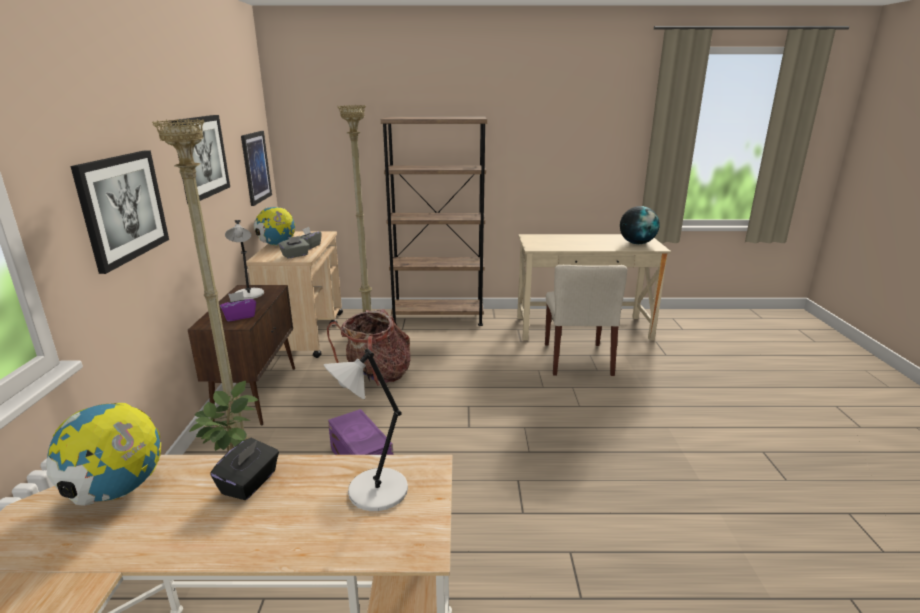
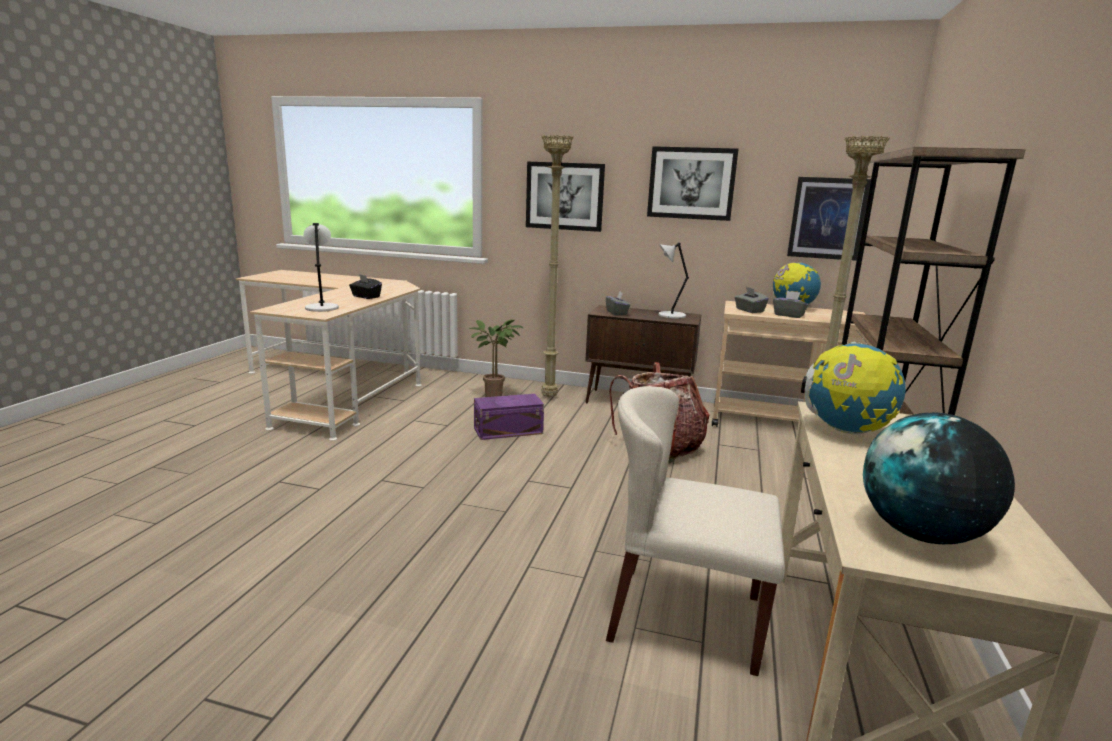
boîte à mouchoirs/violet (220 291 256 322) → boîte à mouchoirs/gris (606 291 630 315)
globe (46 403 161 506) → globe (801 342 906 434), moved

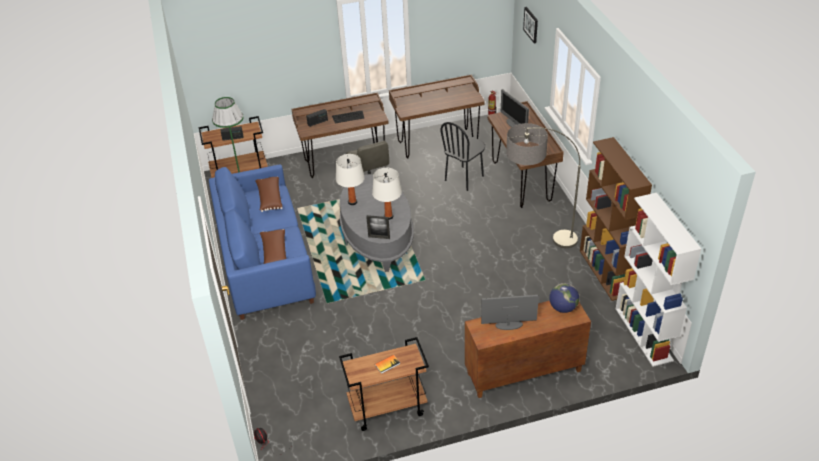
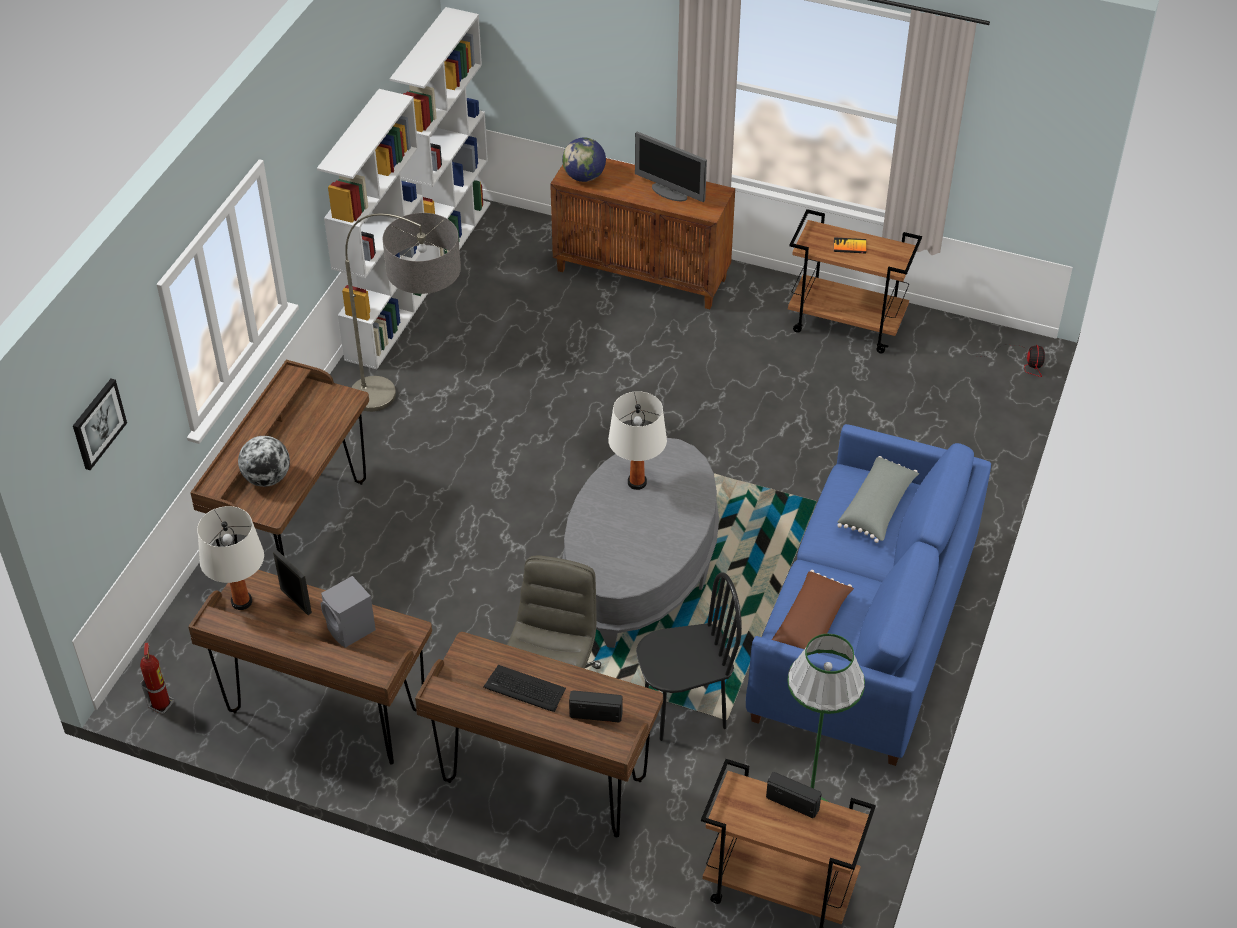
écran d'ordinateur (500 89 529 127) → globe (238 436 290 487)
chaise/noir (440 122 485 191) → chaise/noir (636 572 742 741), moved
bibliothèque/marron (580 137 652 301) → bibliothèque/blanc (317 89 428 369)
lampe de table/blanc (336 154 365 205) → lampe de table/blanc (197 506 264 610), moved
cadre photo (366 215 390 239) → cadre photo (273 550 312 615), moved
coussin/marron (260 229 286 264) → coussin/gris (837 456 919 543)
- → enceinte/gris (321 576 376 648)

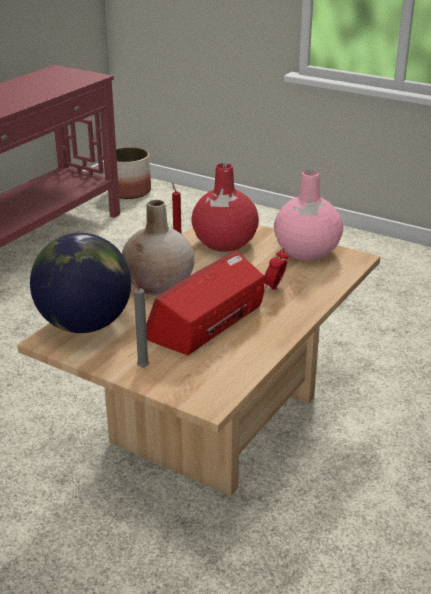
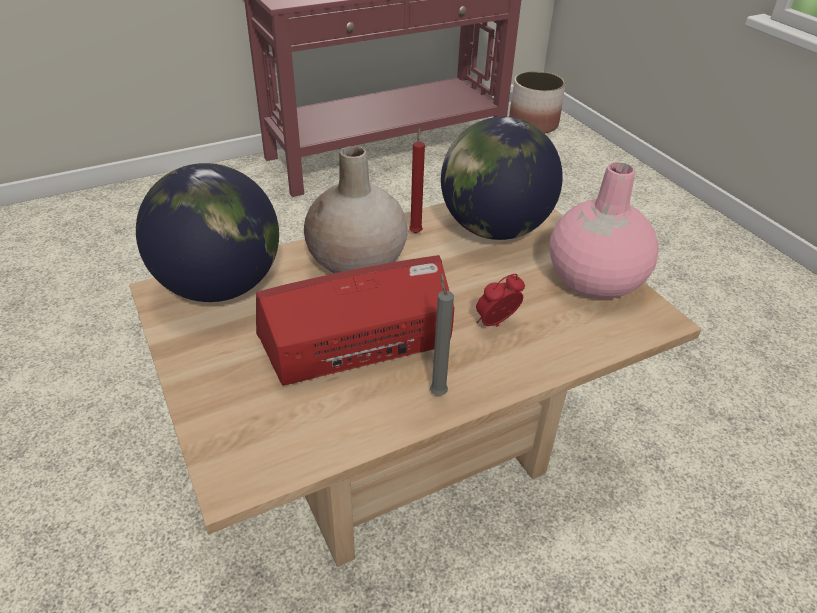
vase/rouge (192 163 259 252) → globe (441 117 563 240)
bougie/gris (131 278 149 368) → bougie/gris (430 272 454 395), moved

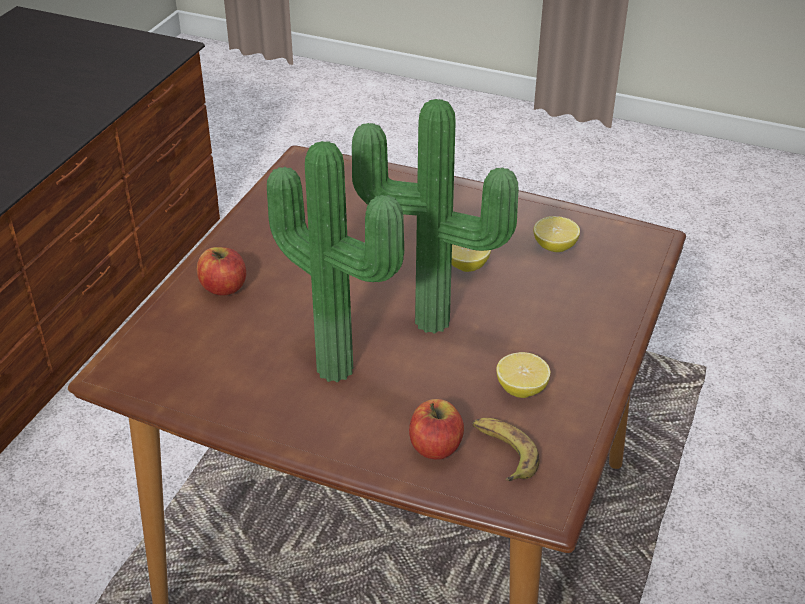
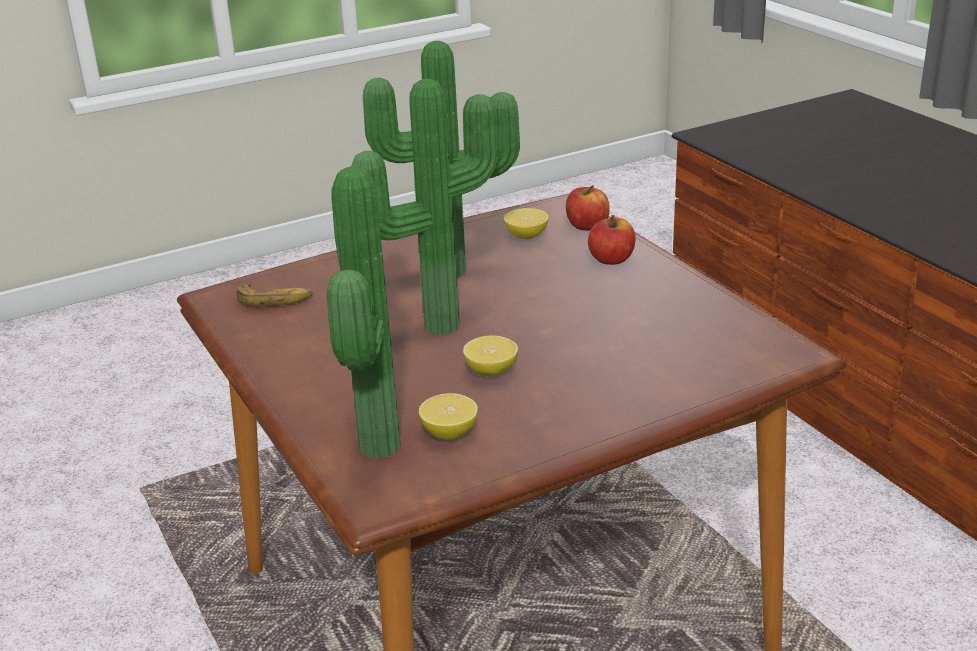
citron (496 352 550 398) → citron (504 208 549 240), moved
pomme (409 399 464 459) → pomme (566 185 610 231), moved
- → plante en pot (327 166 401 459)

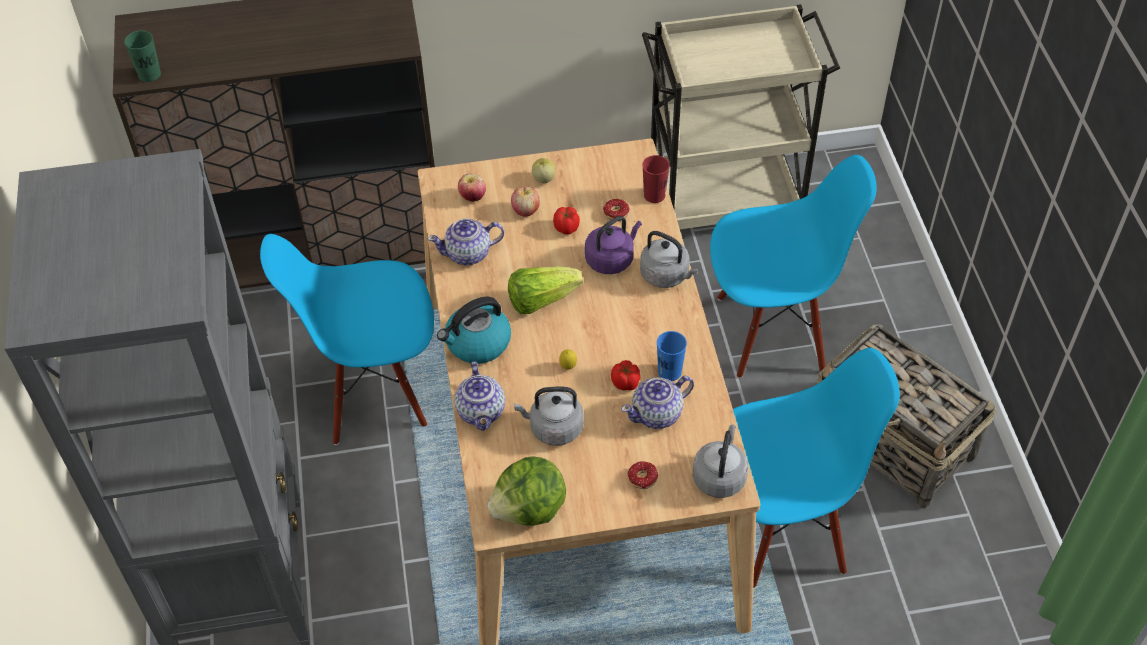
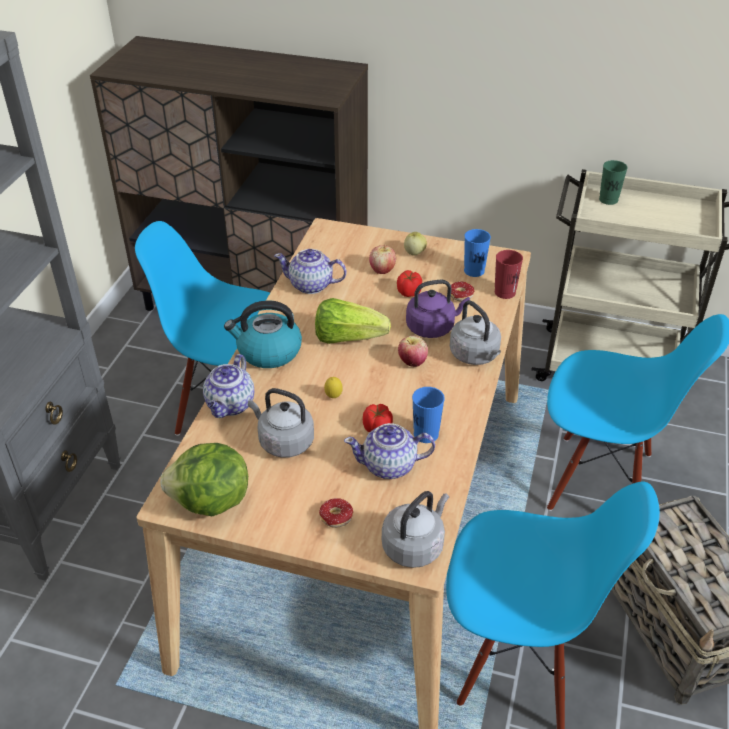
tasse/vert (124 30 161 82) → tasse/vert (599 160 628 205), moved
pomme (458 173 486 202) → pomme (398 335 428 367), moved
- → tasse/bleu (464 229 491 277)

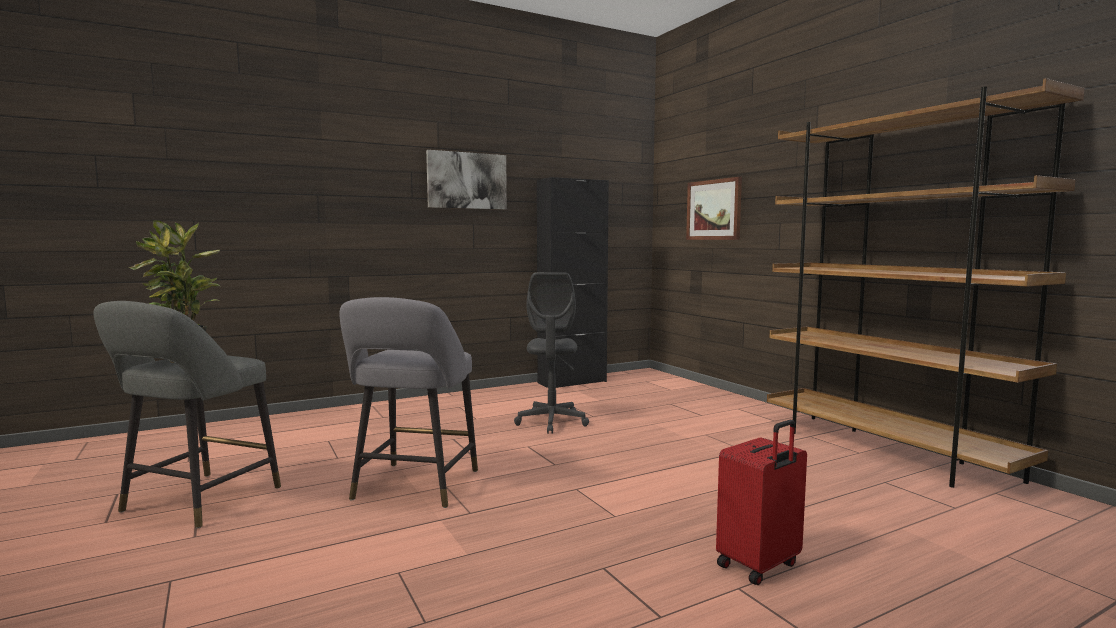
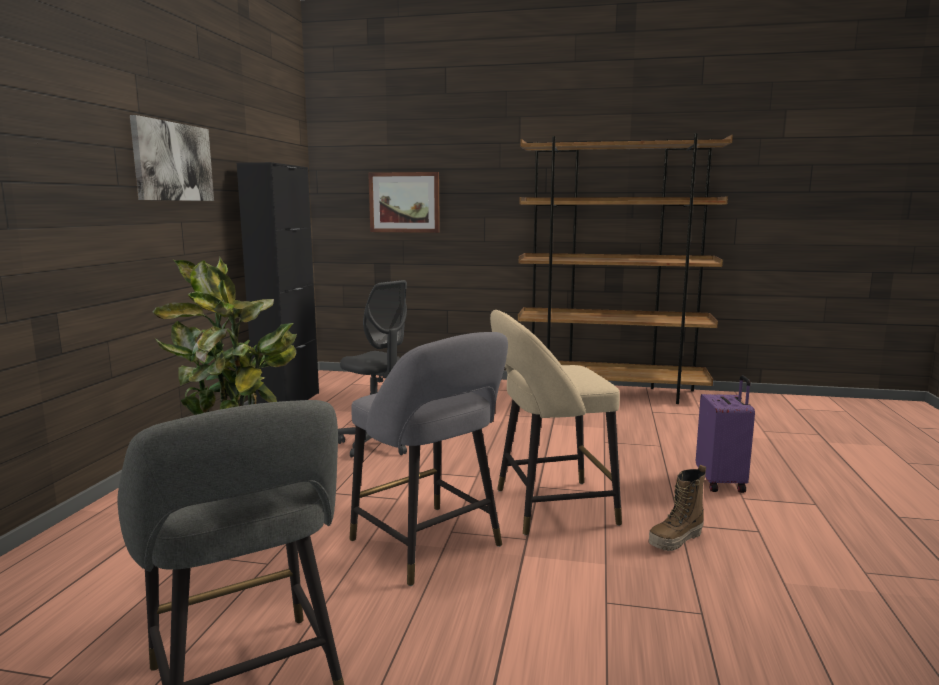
valise/rouge (716 420 807 585) → valise/violet (696 375 755 493)
- → tabouret/beige (490 310 622 535)
- → botte (649 465 706 551)

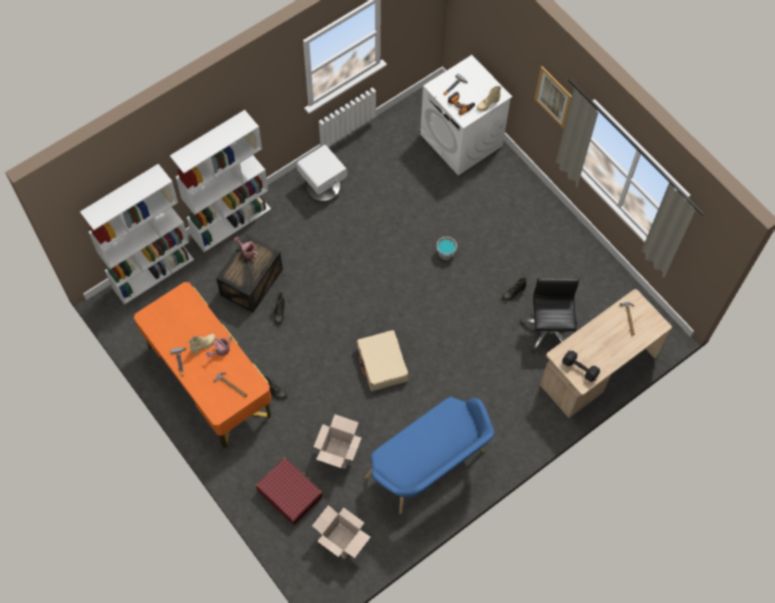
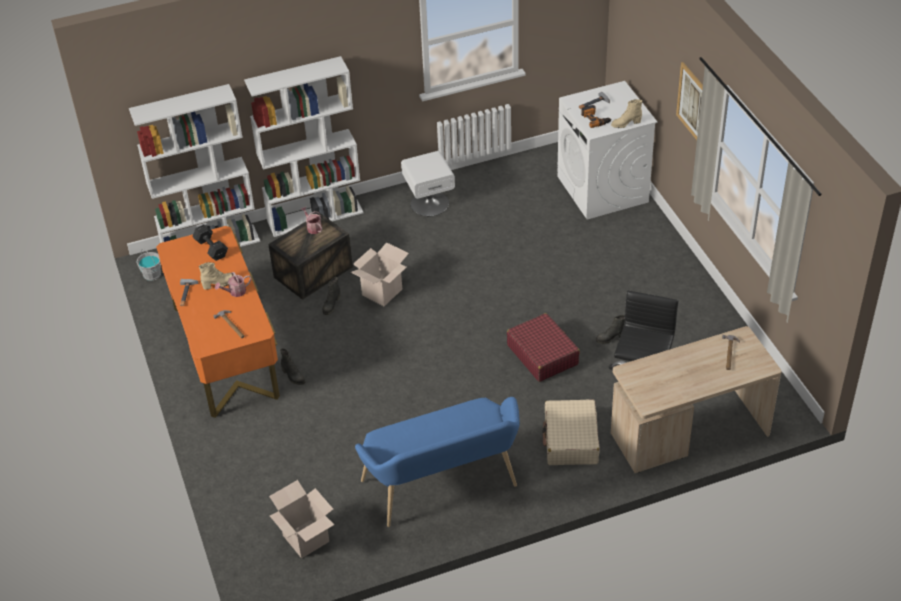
seau/gris (437 237 457 260) → seau/gris (137 249 161 281), moved
valise/beige (357 330 409 391) → valise/beige (542 399 600 465), moved
haltère/noir (562 350 600 382) → haltère/noir (192 224 228 261), moved
carton (314 414 361 469) → carton (350 242 409 306), moved
valise/rouge (256 457 322 525) → valise/rouge (507 313 580 382), moved

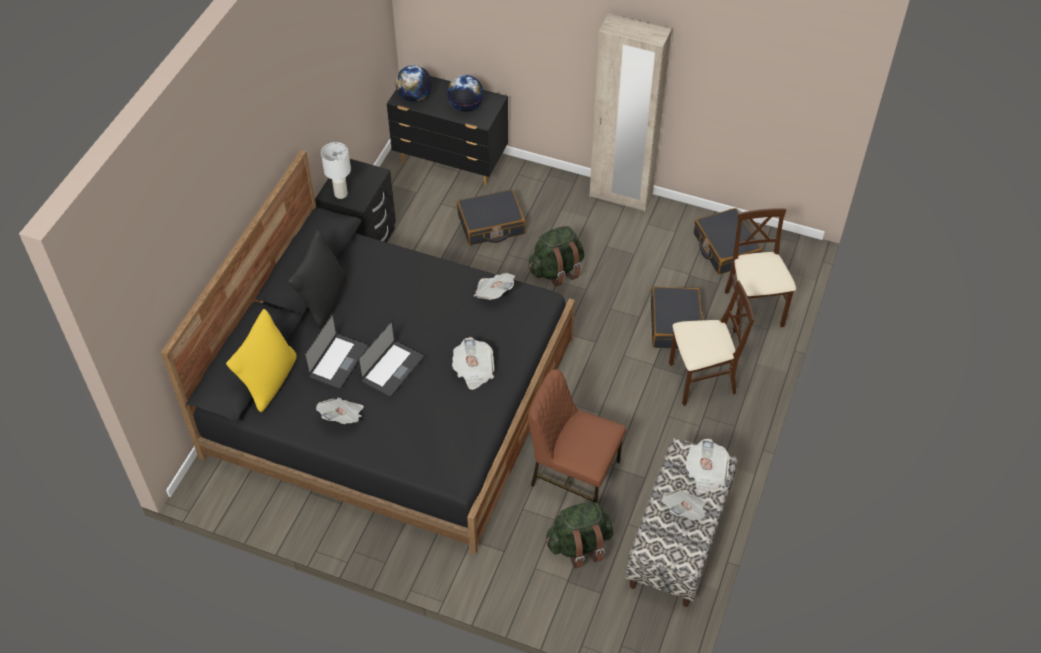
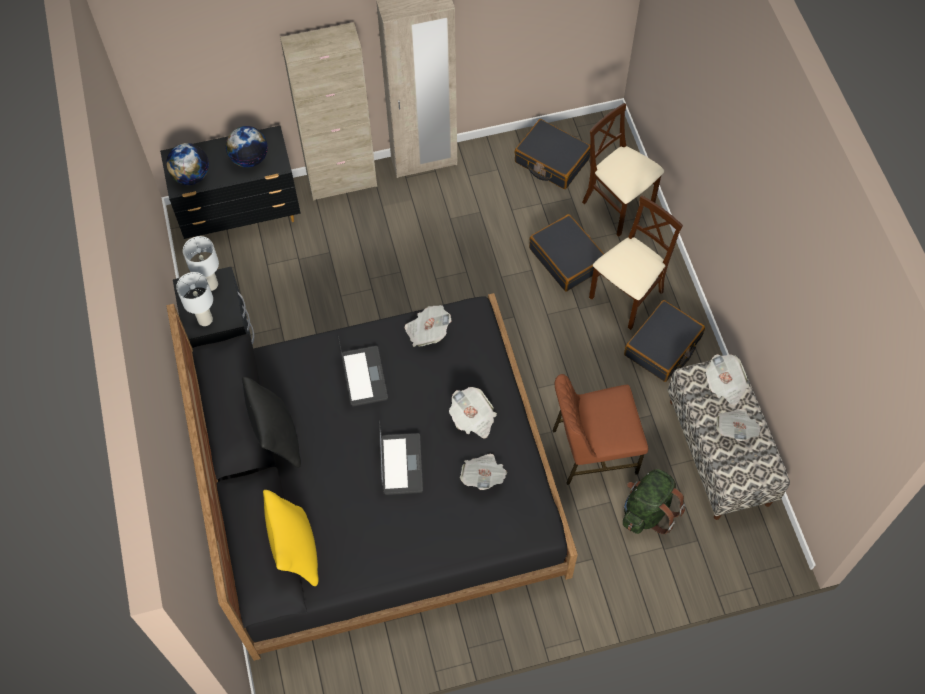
valise/noir (457 189 525 245) → valise/noir (624 300 705 382), moved
sac à dos/vert (529 226 584 287) → -
ordinateur portable (304 313 368 389) → ordinateur portable (338 336 388 407), moved
journal (316 398 364 424) → journal (460 454 507 490), moved
- → meuble de rangement/beige (280 22 377 201)
- → lampe de table/blanc (183 236 219 291)

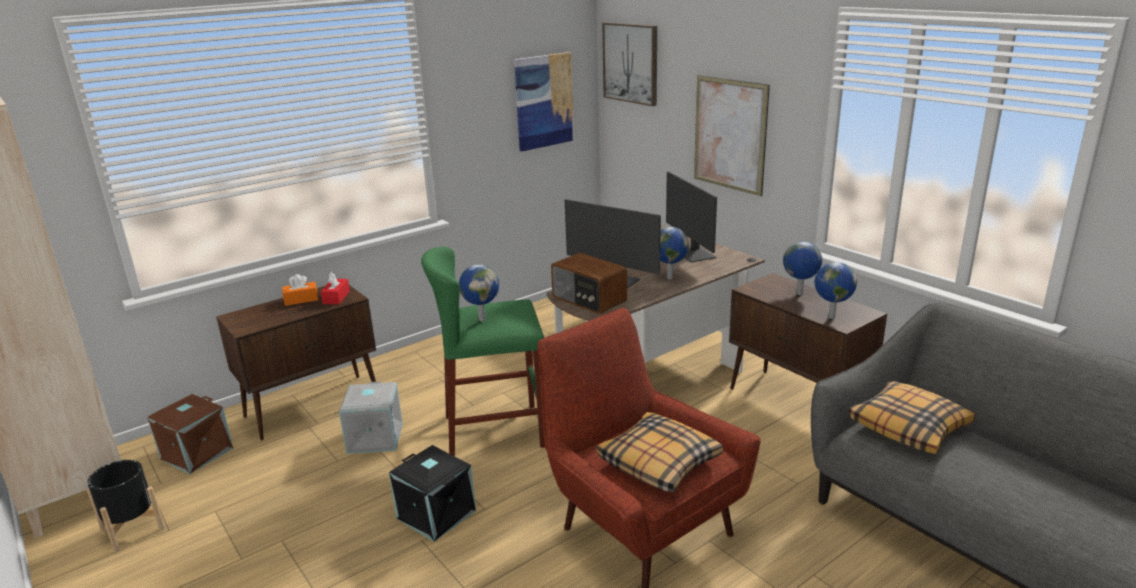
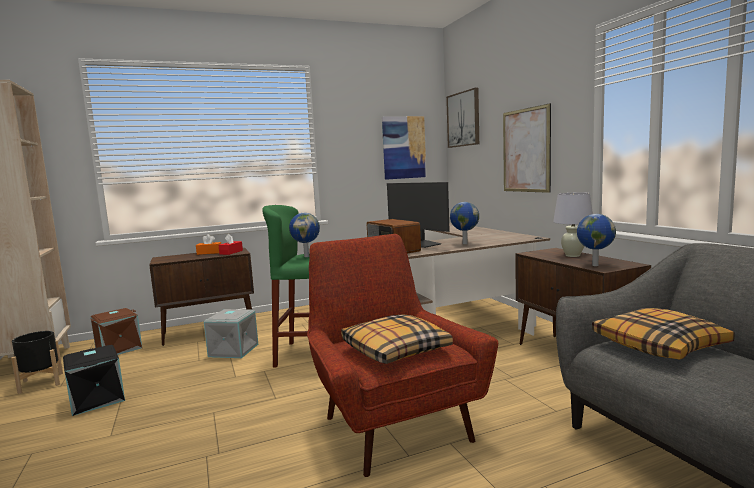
écran d'ordinateur (666 171 717 262) → -
globe (783 242 822 295) → lampe de table/blanc (553 192 593 257)
boîte de rangement/noir (389 445 476 542) → boîte de rangement/noir (63 345 125 416), moved

